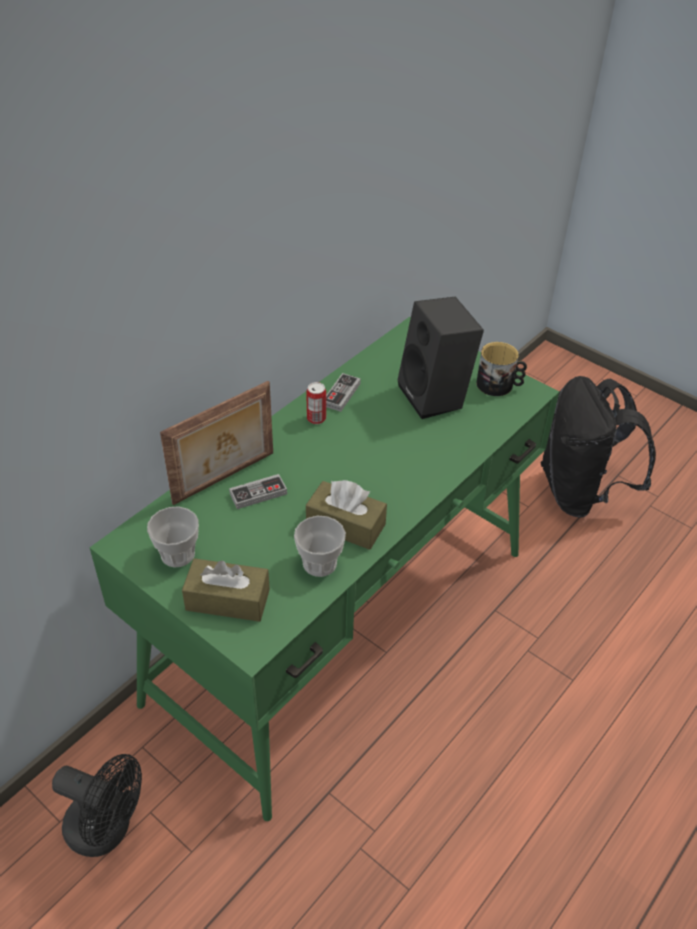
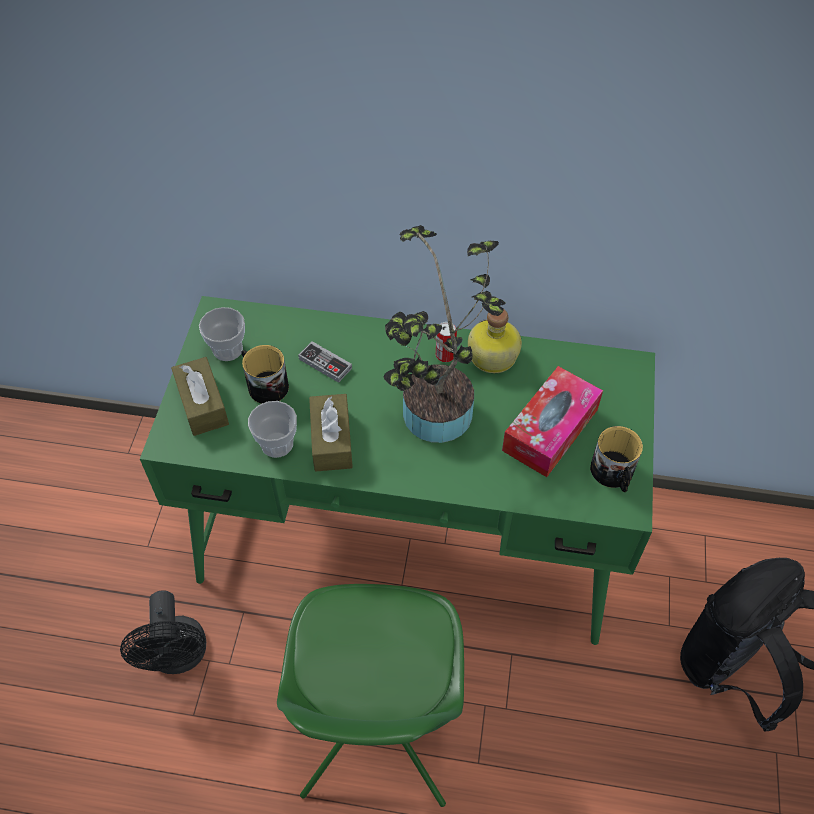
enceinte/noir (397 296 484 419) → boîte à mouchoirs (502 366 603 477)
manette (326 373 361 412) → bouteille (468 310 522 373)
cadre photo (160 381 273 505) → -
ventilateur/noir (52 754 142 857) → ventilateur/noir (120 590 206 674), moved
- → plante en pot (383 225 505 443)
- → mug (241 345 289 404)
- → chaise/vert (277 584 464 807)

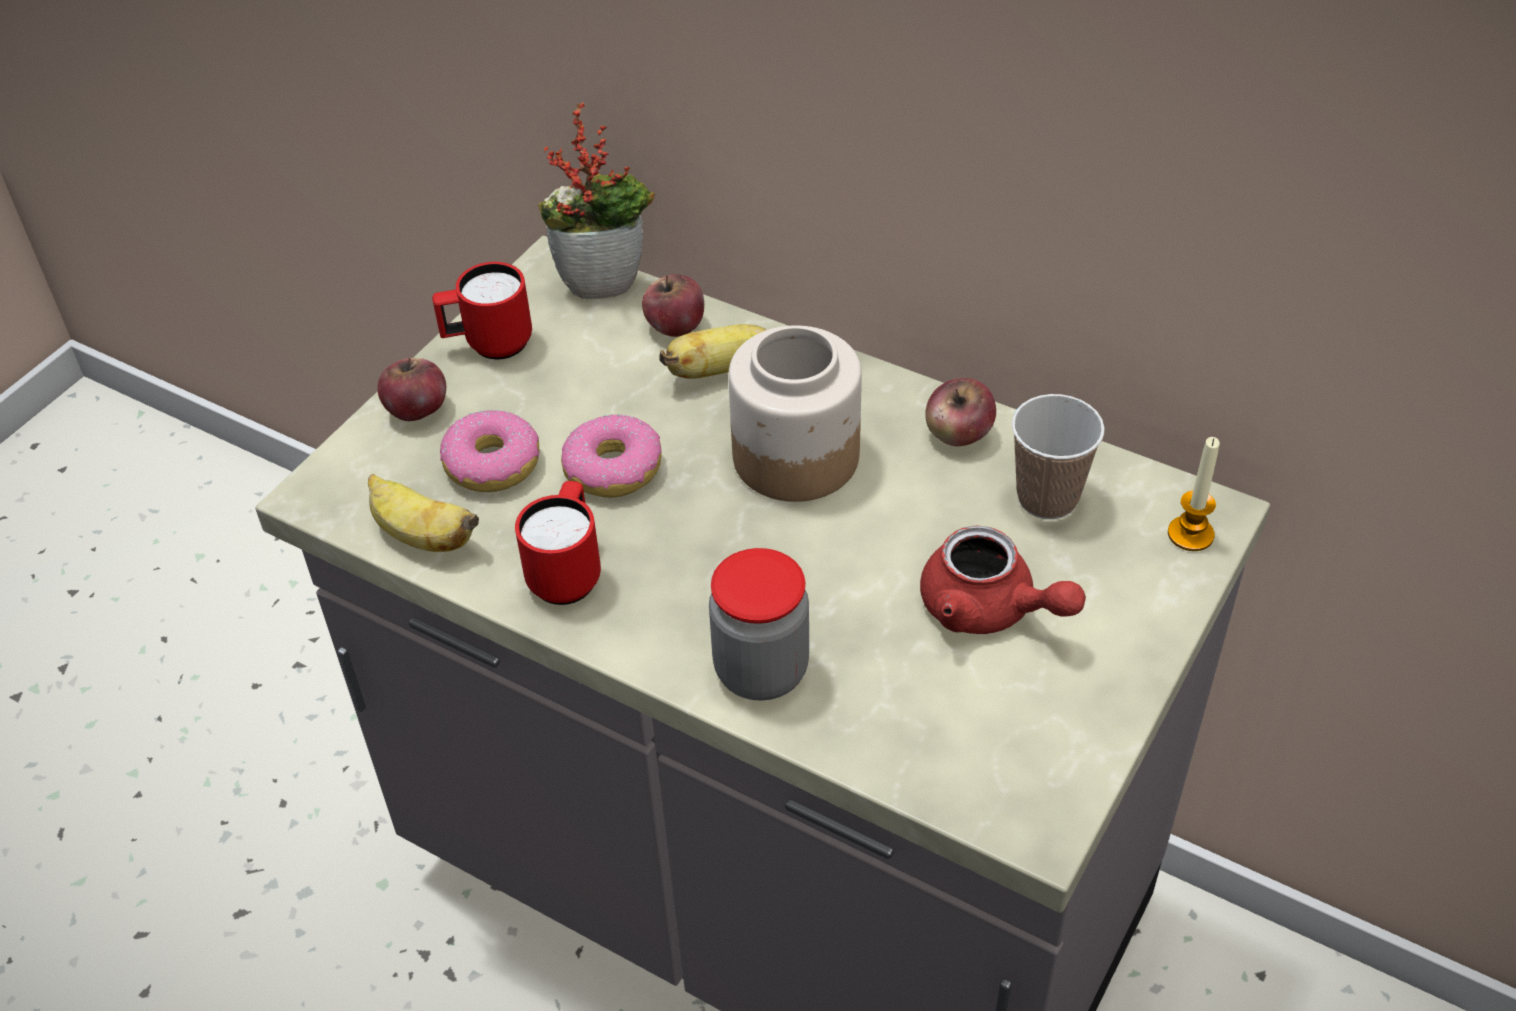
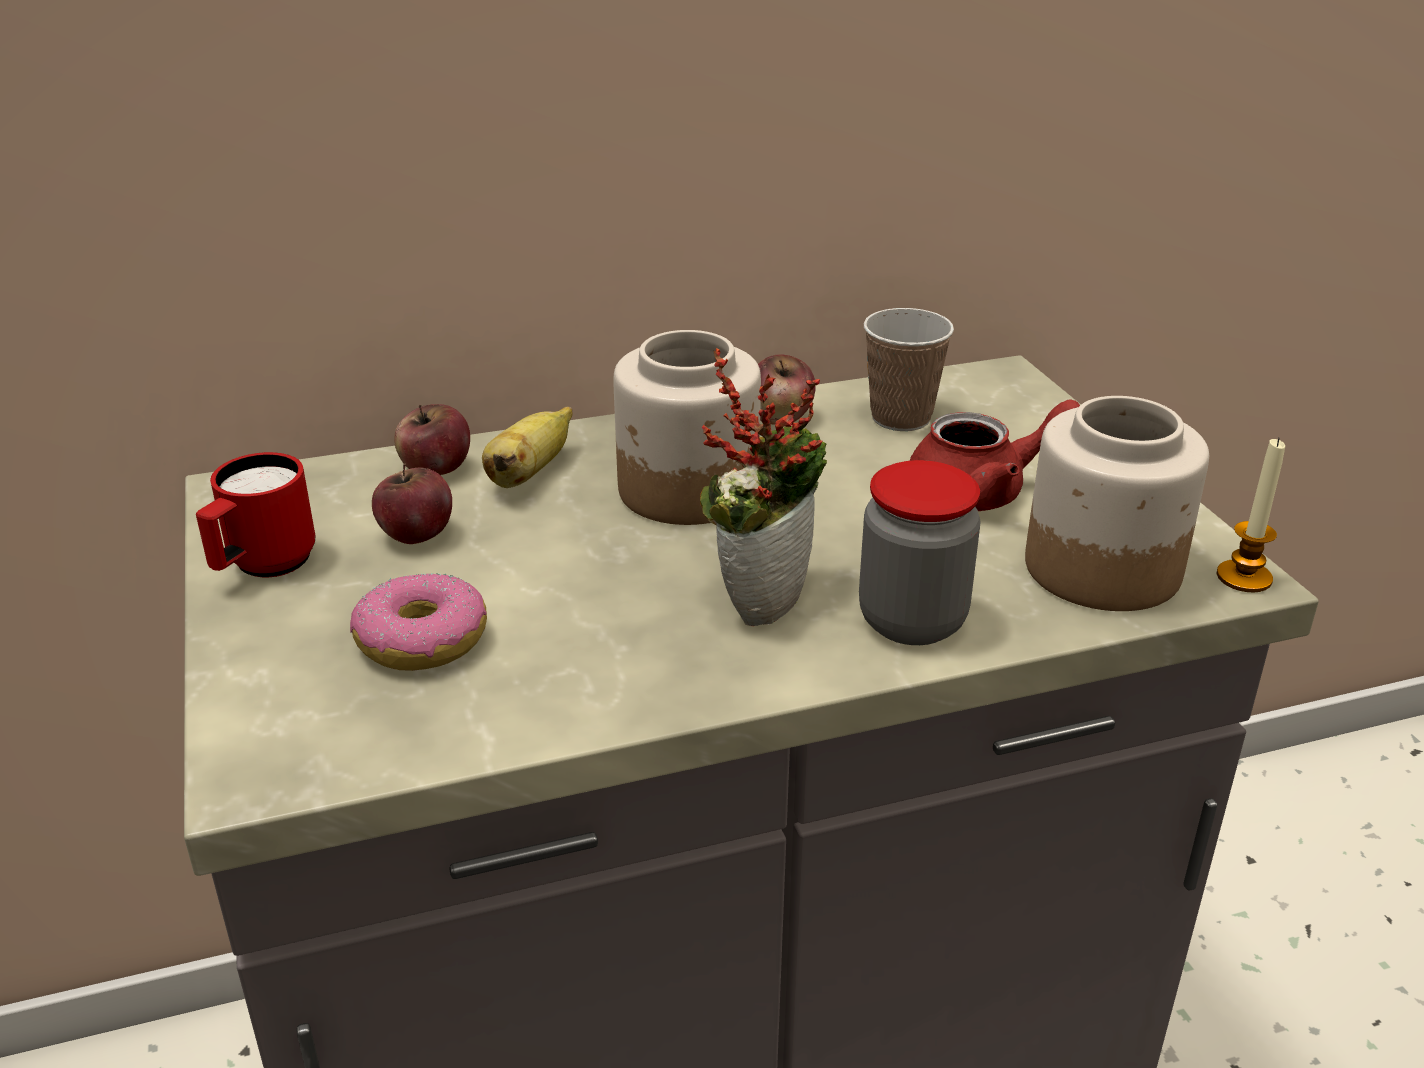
plante en pot (538 103 655 299) → plante en pot (700 348 827 626), moved
pomme (378 357 446 421) → pomme (372 463 452 544), moved
beignet (561 414 662 498) → -
bougie (1168 437 1220 551) → bougie (1217 438 1285 593), moved
banane (368 474 479 552) → -
mug/rouge (515 481 601 605) → -
- → bocal (1025 396 1209 611)

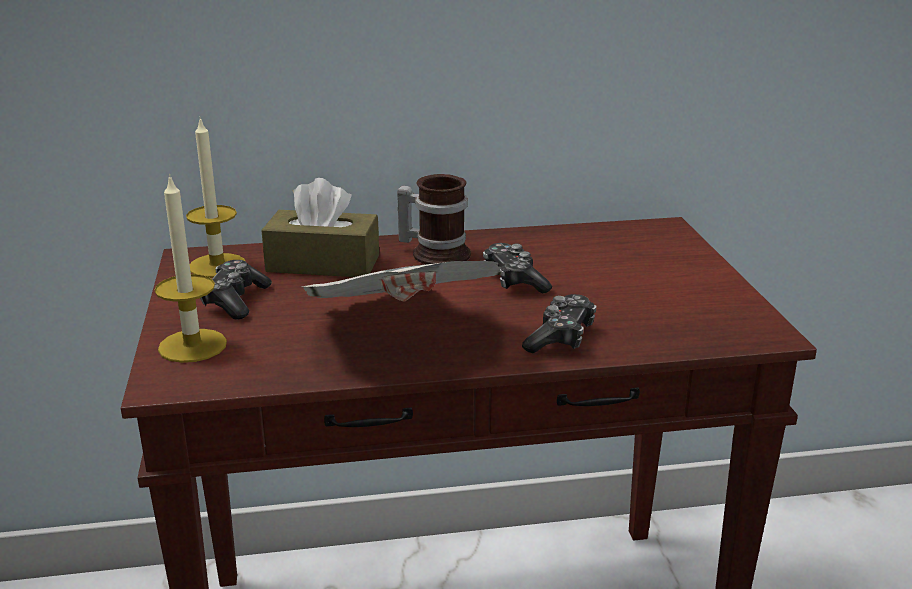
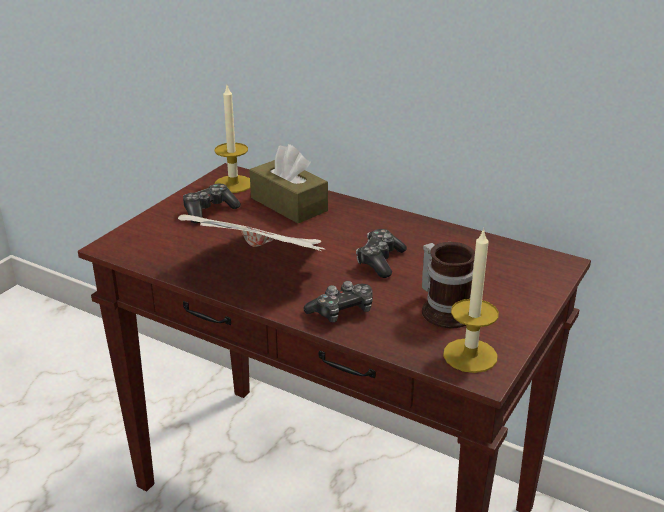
bougie (154 174 227 363) → bougie (443 228 499 373), moved
mug (397 174 471 264) → mug (422 242 475 328), moved

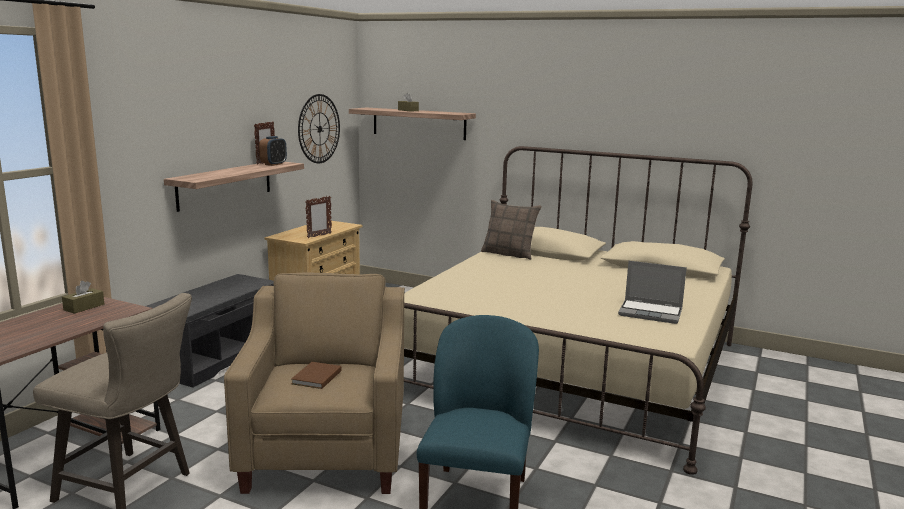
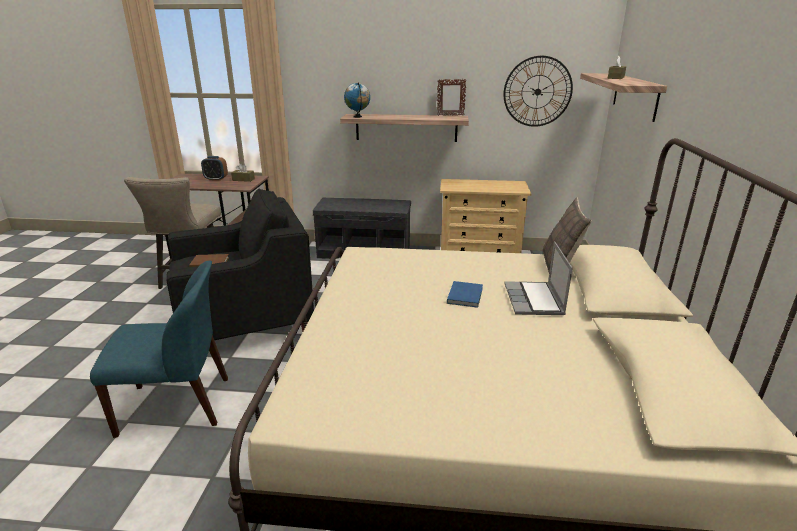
réveil (259 136 287 166) → réveil (201 156 228 181), moved
cadre photo (305 196 332 238) → -
ordinateur portable (618 261 687 324) → ordinateur portable (504 241 573 315), moved
fauteuil/beige (224 272 405 494) → fauteuil/noir (167 189 314 340)
- → globe (344 82 370 118)
- → livre/bleu (447 281 483 308)

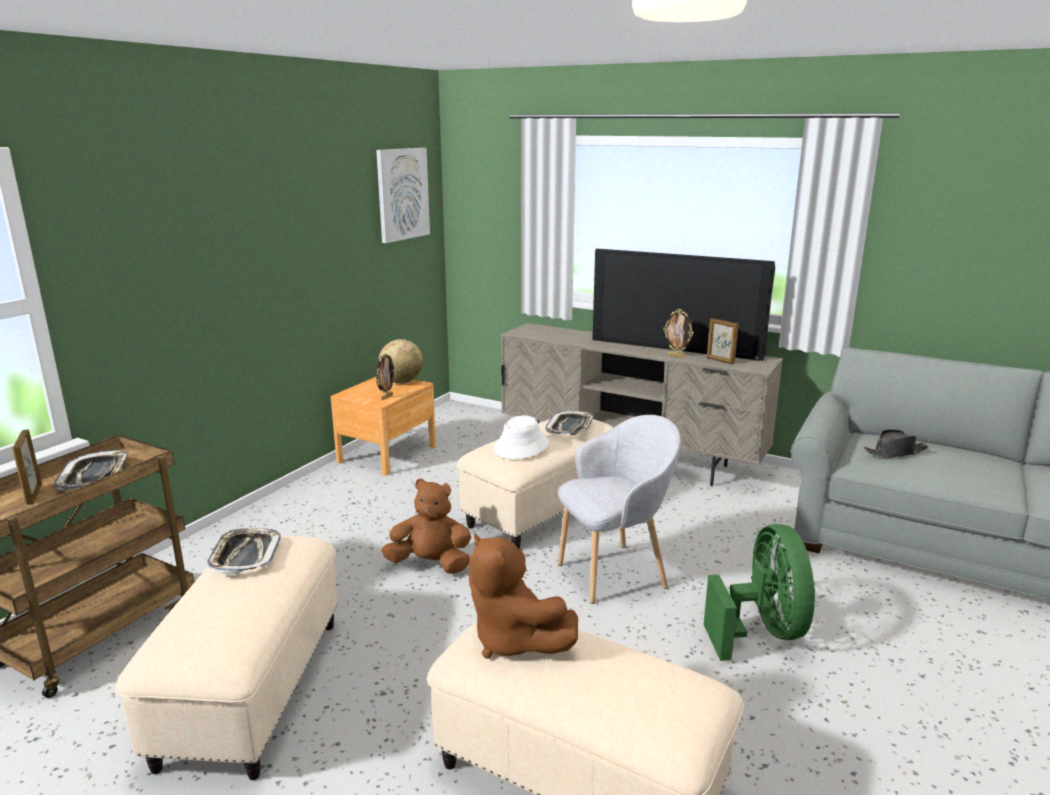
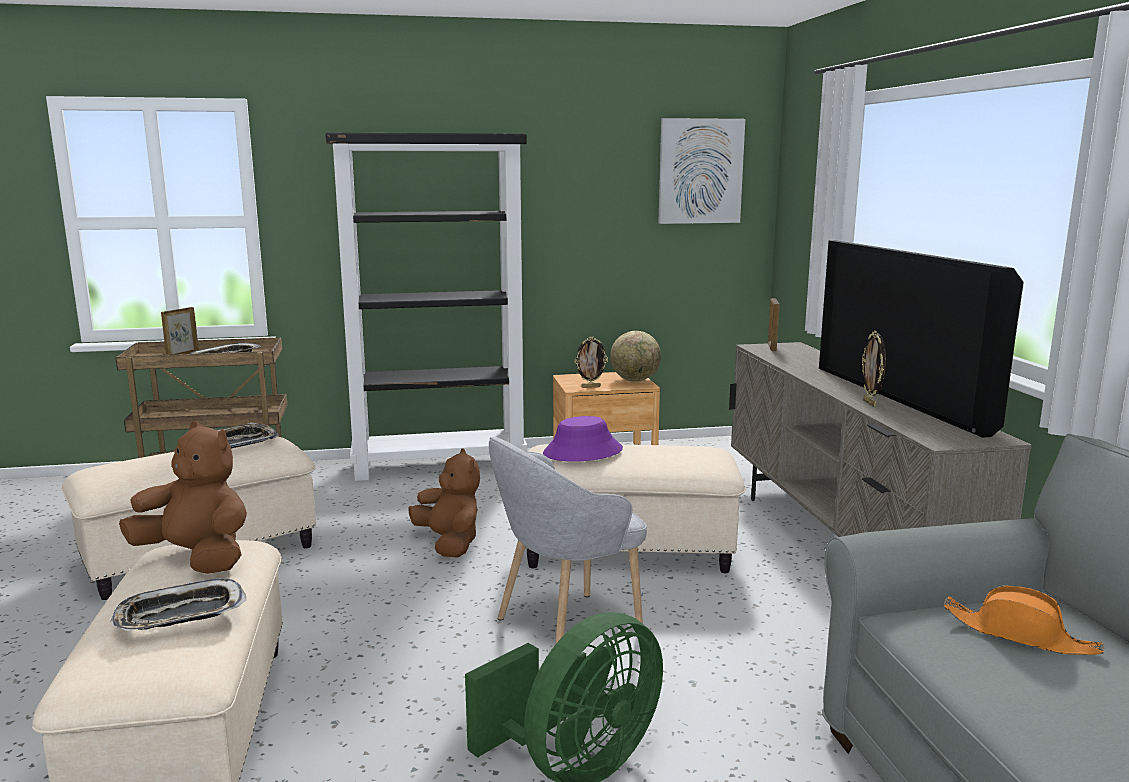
cadre photo (707 318 738 364) → cadre photo (768 298 780 351), moved
plateau (545 411 594 435) → plateau (110 578 246 631), moved
chapeau/blanc (494 415 549 459) → chapeau/violet (543 416 623 462)
fauteuil/gris (558 415 681 604) → fauteuil/gris (489 437 647 644), 120 degrees clockwise
chapeau/noir (864 429 928 458) → chapeau/orange (943 585 1104 655)
peluche/marron (469 533 578 659) → peluche/marron (119 421 247 574), 105 degrees clockwise
- → bibliothèque/noir (326 133 527 481)

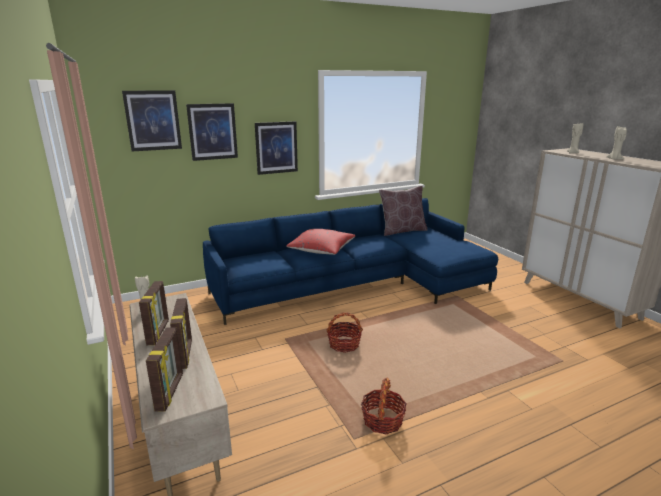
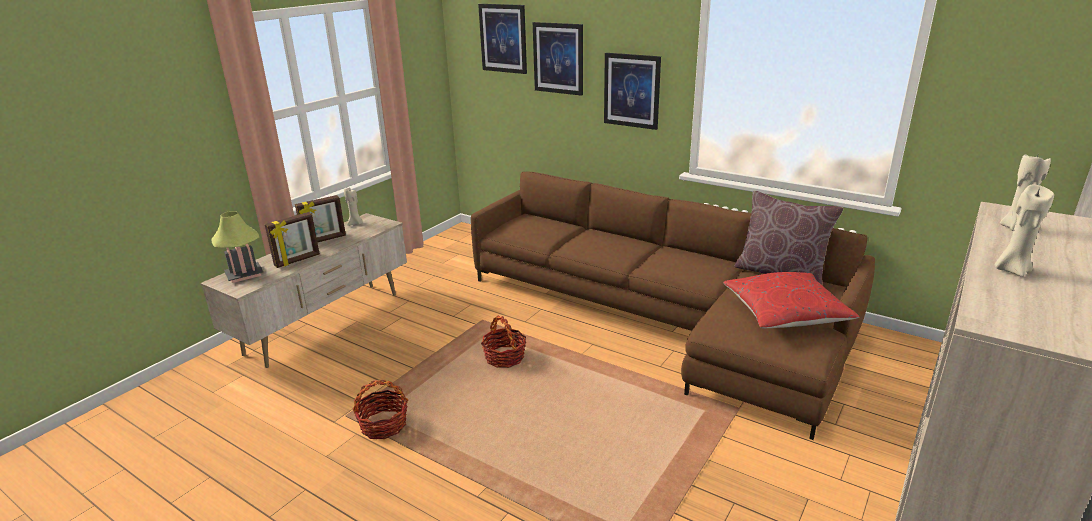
canapé/bleu (203 198 498 325) → canapé/marron (471 172 875 440)
coussin/rouge (286 229 355 255) → coussin/rouge (723 272 859 328), moved
cadre photo (146 327 183 412) → lampe de table (211 211 263 283)

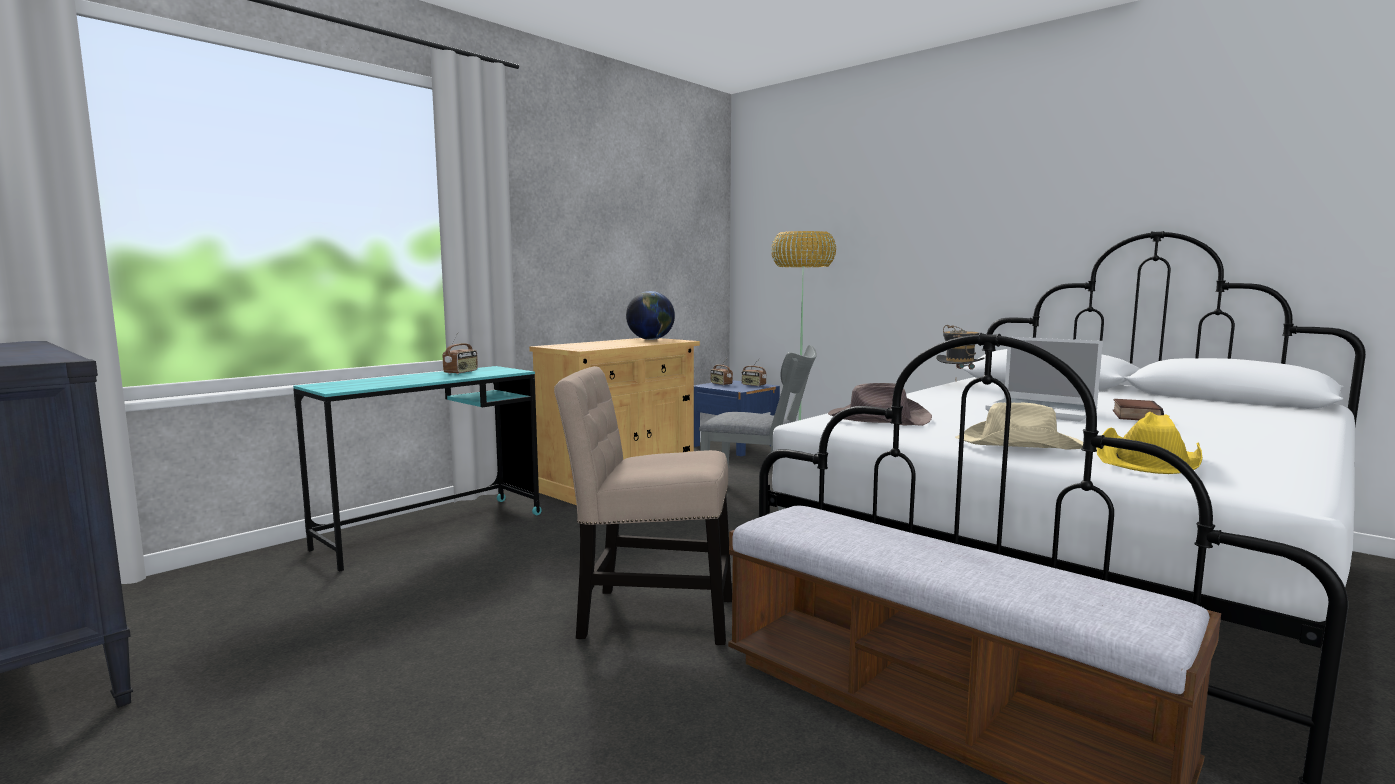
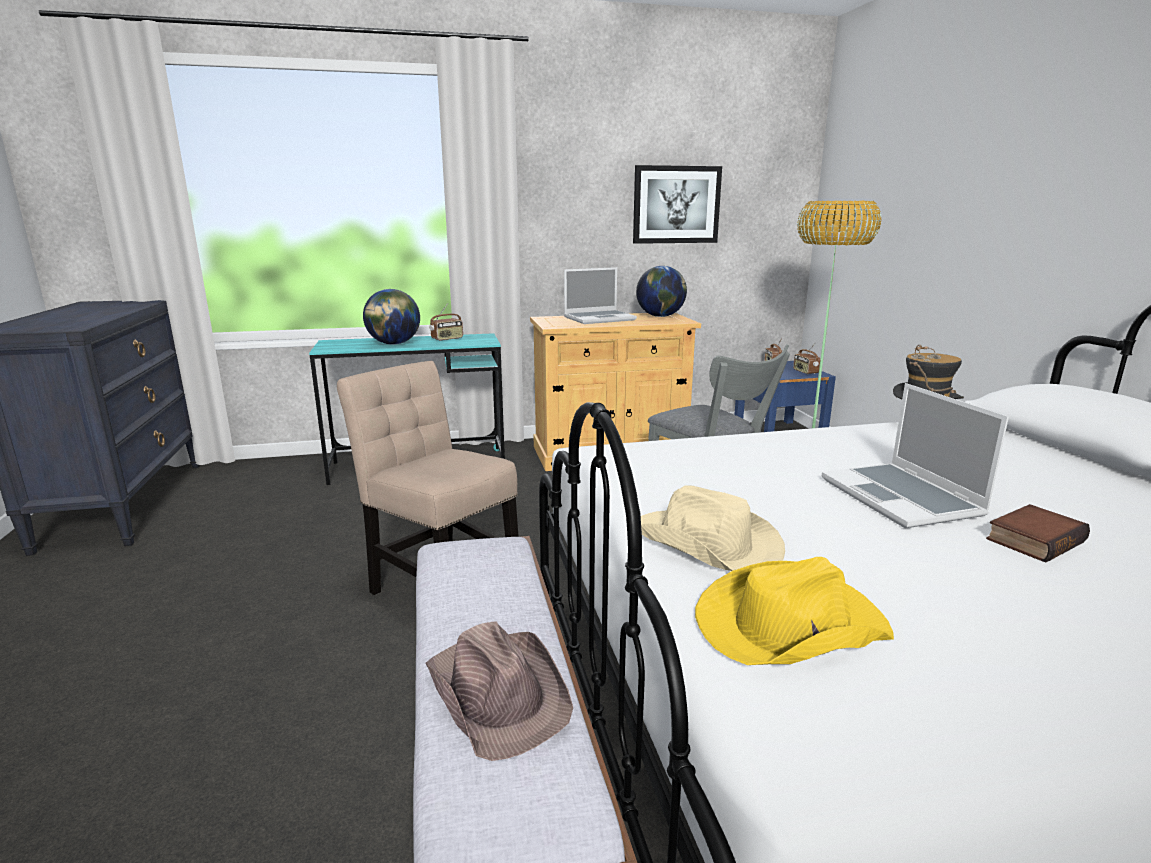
chapeau/marron (828 383 932 426) → chapeau/marron (425 621 573 761), moved
- → tableau (633 165 722 244)
- → ordinateur portable (564 267 637 324)
- → globe (363 289 420 345)

